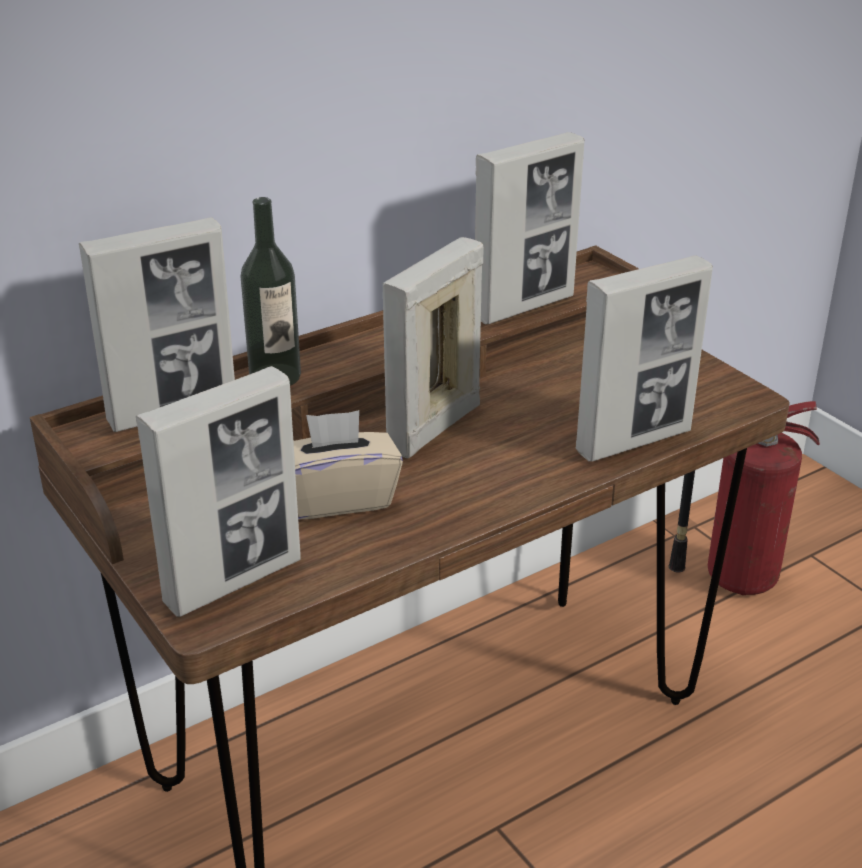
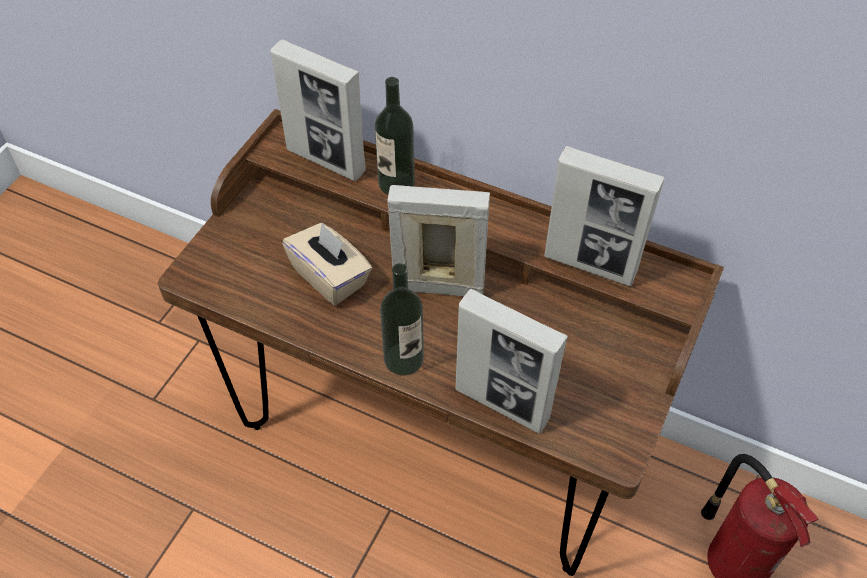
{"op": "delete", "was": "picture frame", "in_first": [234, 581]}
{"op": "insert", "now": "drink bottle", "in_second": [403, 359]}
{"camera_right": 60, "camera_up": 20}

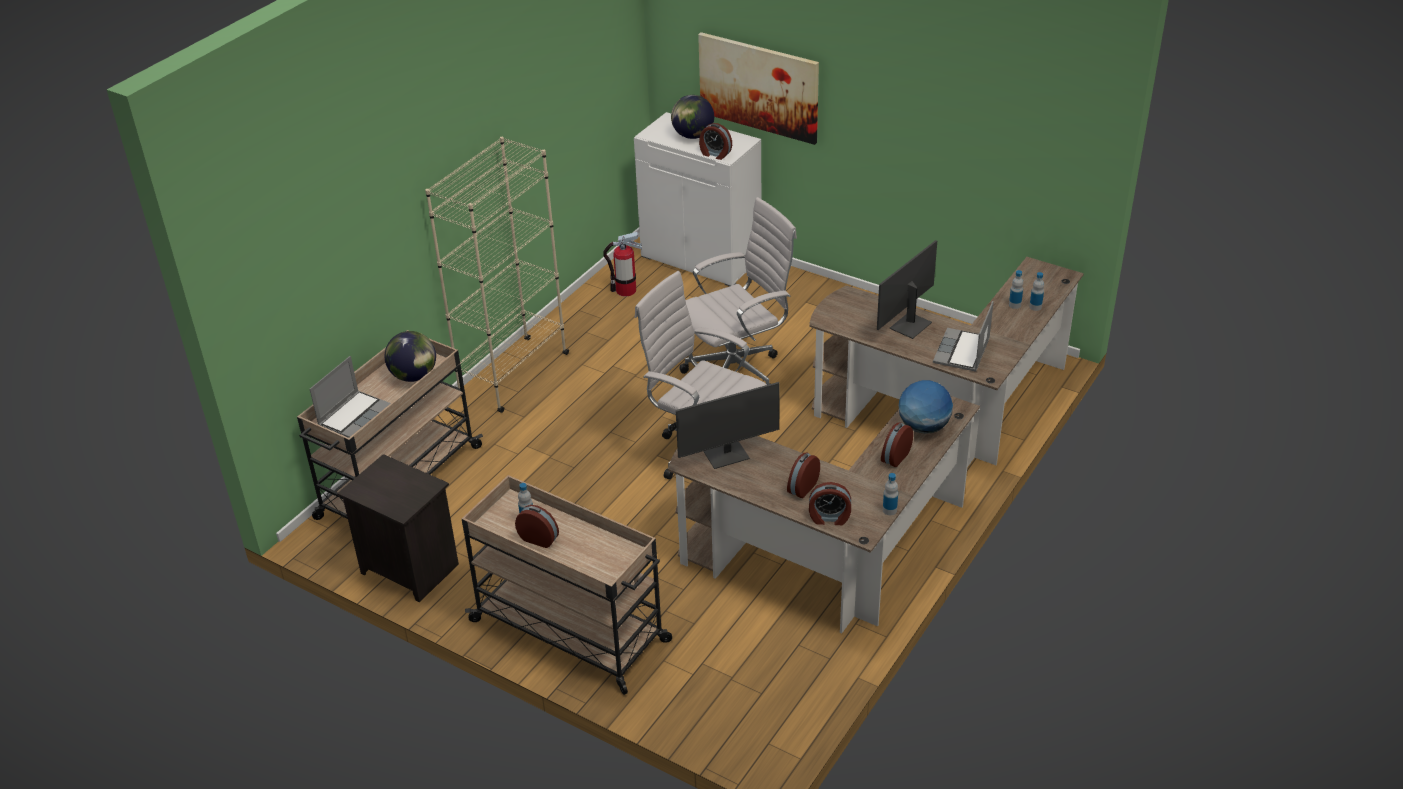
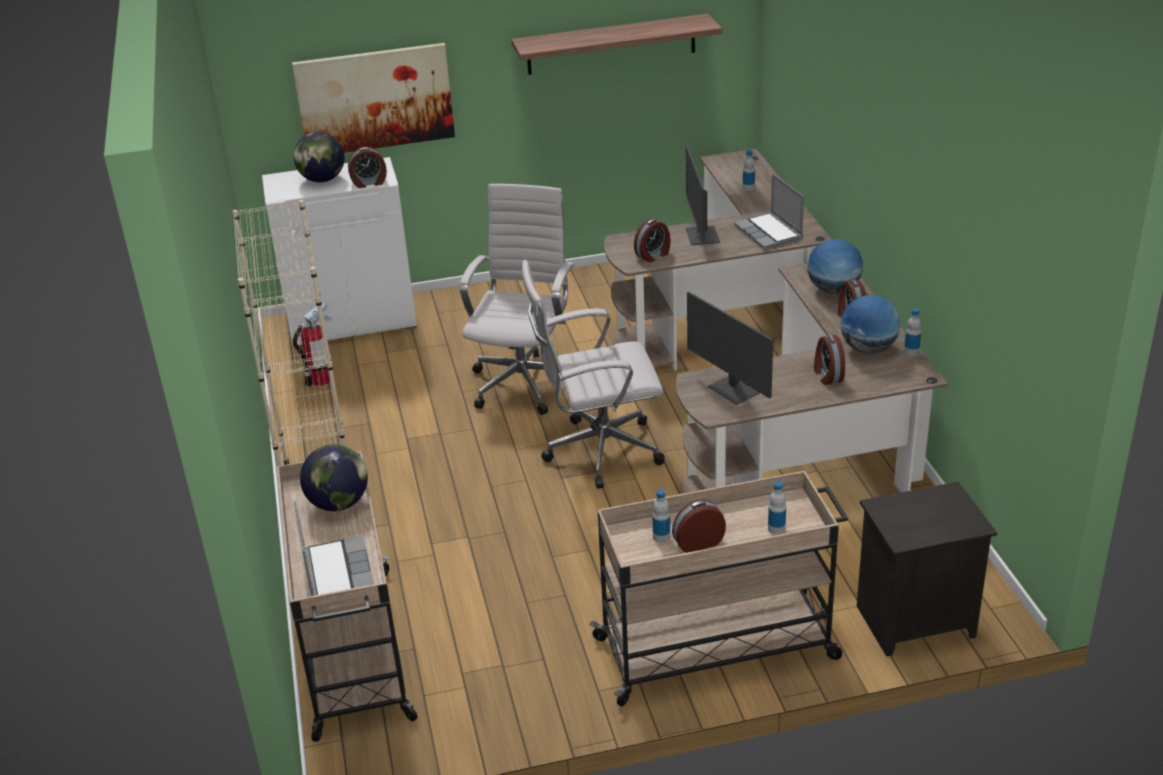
{"op": "move", "was": "nightstand (black-coloured)", "in_first": [407, 569], "in_second": [914, 623]}
{"op": "rotate", "was": "computer screen", "in_first": [727, 455], "in_second": [733, 390], "clockwise": 120}
{"op": "move", "was": "alarm clock", "in_first": [829, 518], "in_second": [653, 255]}
{"op": "move", "was": "drink bottle", "in_first": [1035, 307], "in_second": [776, 529]}
{"op": "insert", "now": "wall shelf", "in_second": [611, 44]}
{"op": "insert", "now": "desk globe", "in_second": [868, 349]}
{"camera_right": -45, "camera_up": -5}

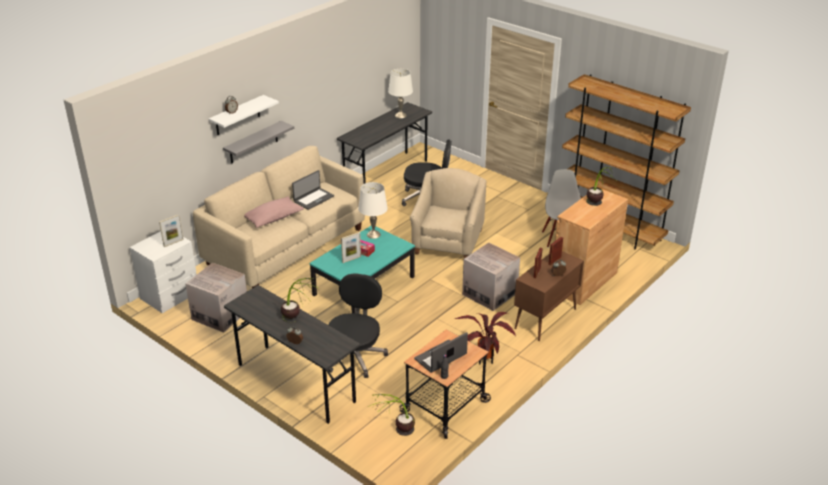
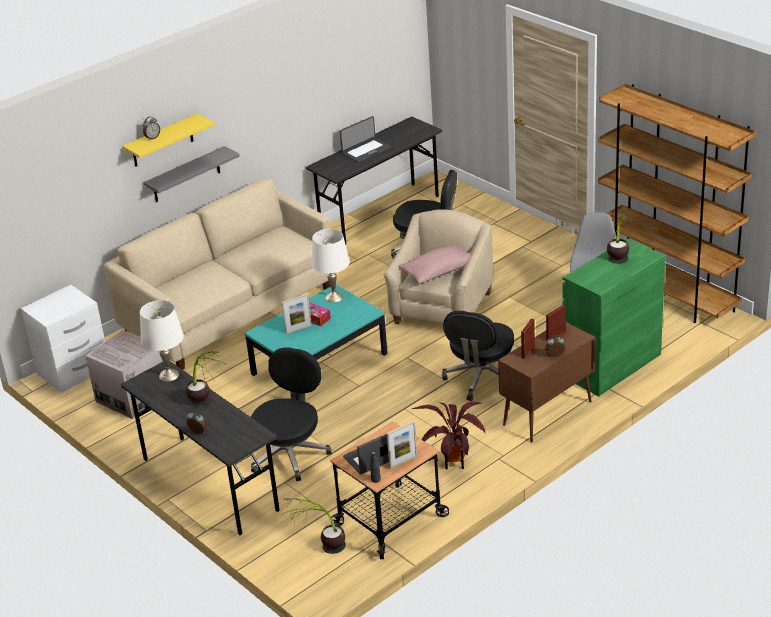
{"op": "move", "was": "picture frame", "in_first": [173, 243], "in_second": [403, 462]}
{"op": "recolor", "was": "wall shelf (whitish)", "now": "wall shelf (yellow)", "in_first": [237, 115], "in_second": [162, 141]}
{"op": "move", "was": "throw pillow (pinkish)", "in_first": [273, 218], "in_second": [439, 272]}
{"op": "move", "was": "laptop", "in_first": [313, 199], "in_second": [366, 151]}
{"op": "move", "was": "table lamp (whitish)", "in_first": [401, 115], "in_second": [169, 375]}
{"op": "replace", "was": "carton", "now": "desk chair (black-coloured)", "in_first": [489, 294], "in_second": [481, 378]}
{"op": "recolor", "was": "cabinet (brownish)", "now": "cabinet (green)", "in_first": [583, 282], "in_second": [612, 365]}
{"camera_right": 10, "camera_up": 0}

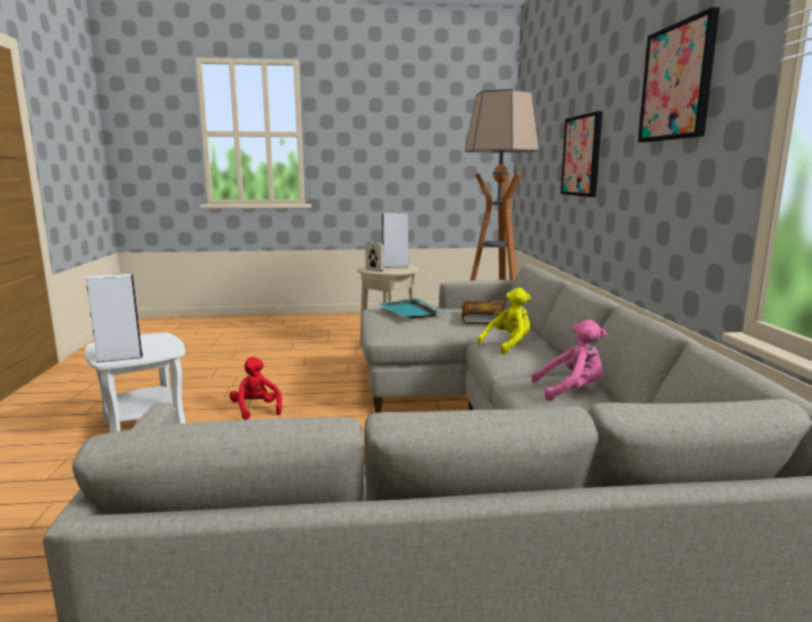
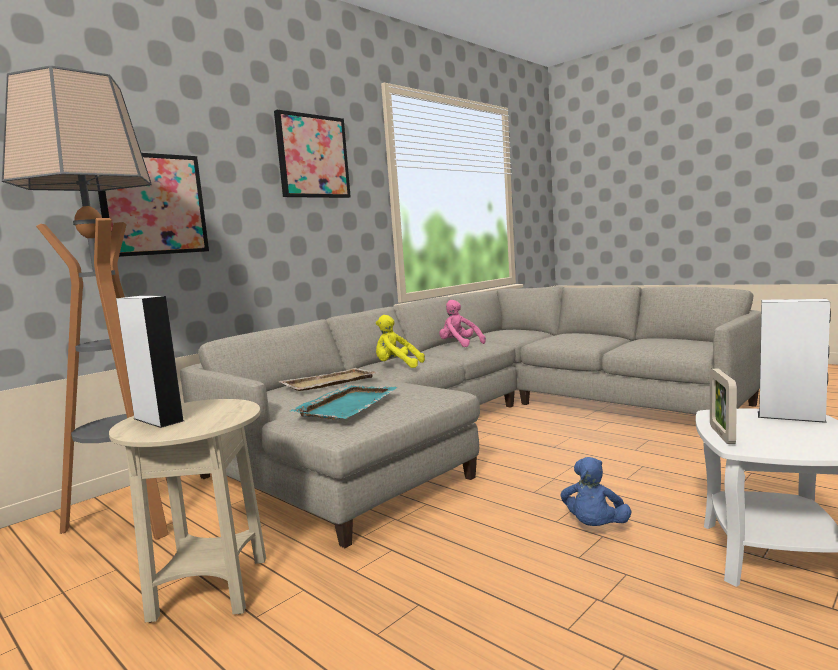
{"op": "recolor", "was": "cuddly toy (red)", "now": "cuddly toy (bluish)", "in_first": [256, 410], "in_second": [594, 527]}
{"op": "move", "was": "picture frame", "in_first": [374, 270], "in_second": [722, 434]}
{"op": "replace", "was": "volume", "now": "tray (beige)", "in_first": [483, 317], "in_second": [328, 382]}
{"camera_right": -130, "camera_up": -5}

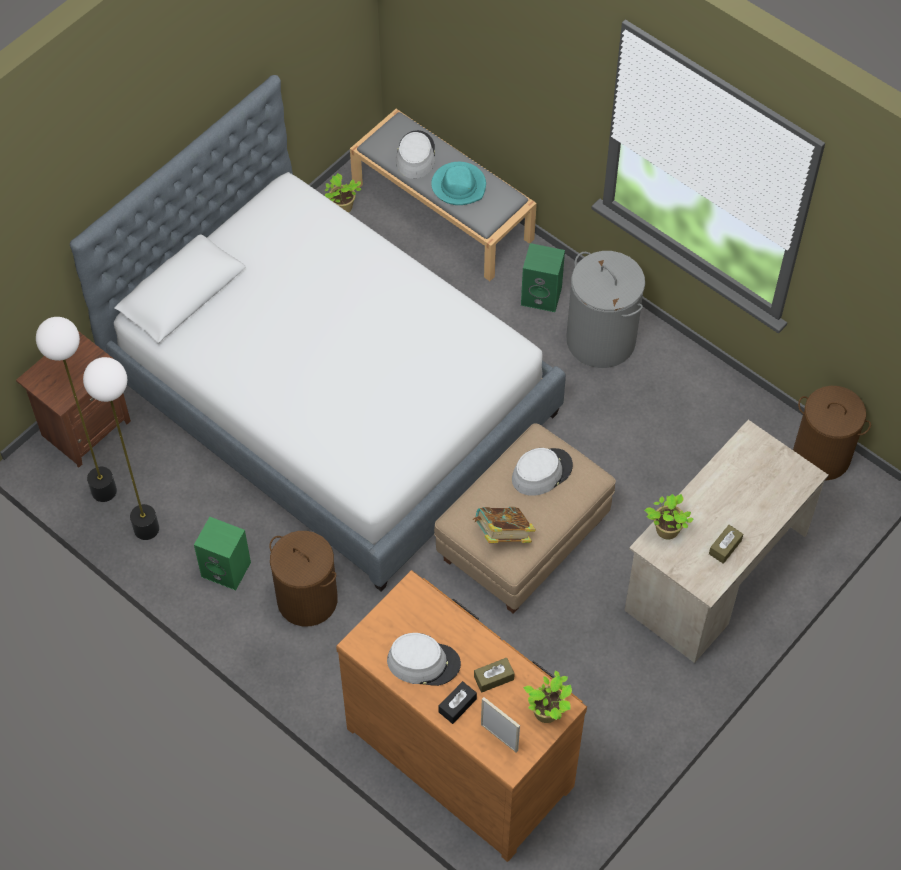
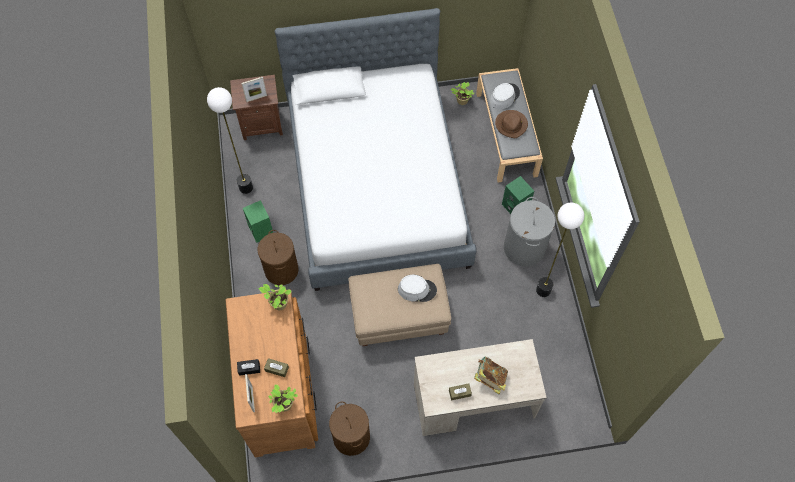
{"op": "move", "was": "floor lamp", "in_first": [104, 491], "in_second": [543, 290]}
{"op": "delete", "was": "hat (grey)", "in_first": [423, 662]}
{"op": "recolor", "was": "hat (blue-green)", "now": "hat (brownish)", "in_first": [459, 186], "in_second": [511, 125]}
{"op": "move", "was": "volume", "in_first": [503, 535], "in_second": [490, 378]}
{"op": "move", "was": "houseplant", "in_first": [665, 531], "in_second": [278, 304]}
{"op": "move", "was": "washing basket (brownish)", "in_first": [820, 456], "in_second": [351, 437]}
{"op": "insert", "now": "picture frame", "in_second": [256, 98]}
{"camera_right": 40, "camera_up": 5}

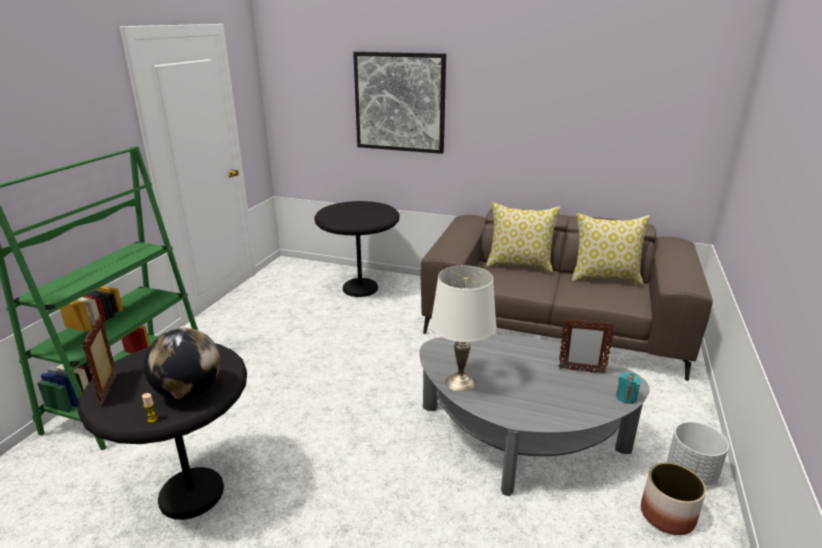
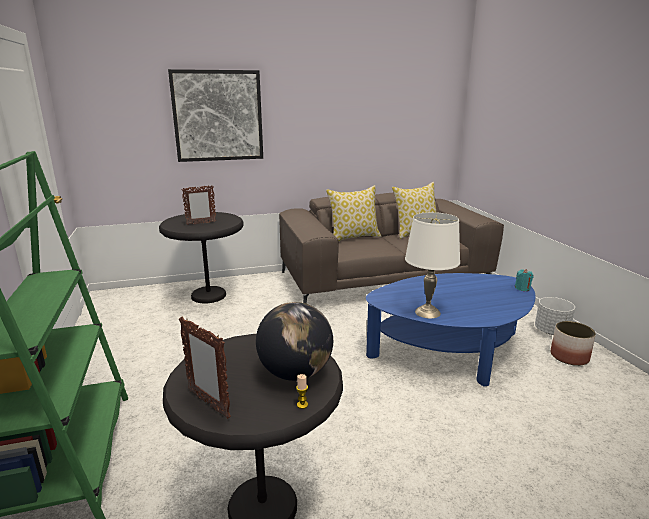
{"op": "recolor", "was": "coffee table (grey)", "now": "coffee table (bluish)", "in_first": [519, 439], "in_second": [450, 351]}
{"op": "move", "was": "picture frame", "in_first": [581, 370], "in_second": [201, 223]}
{"camera_right": -35, "camera_up": -5}

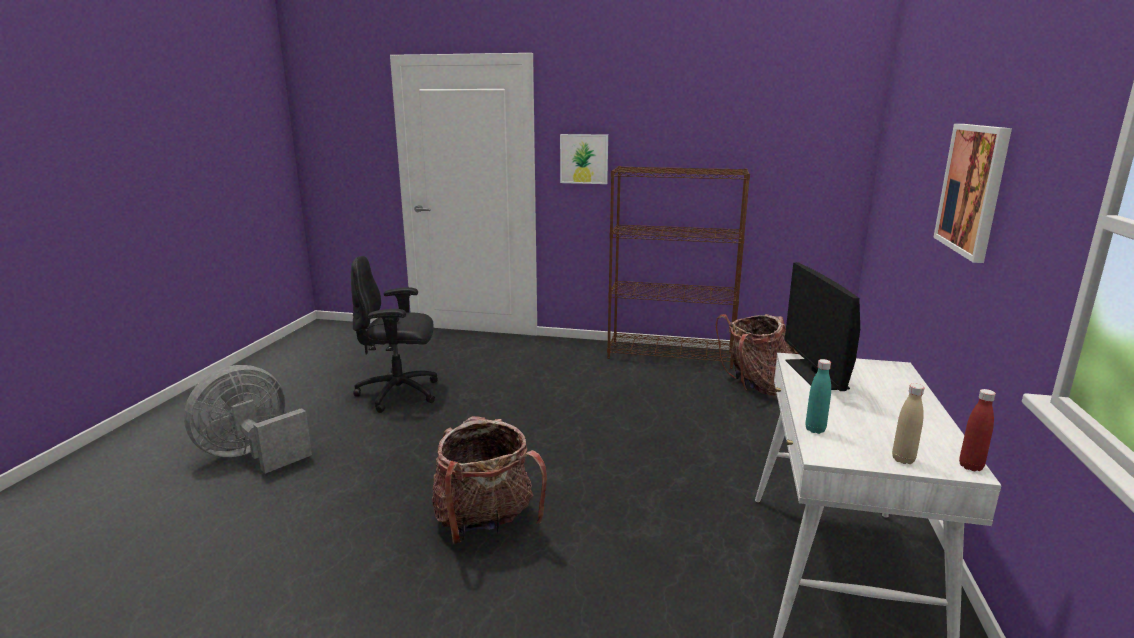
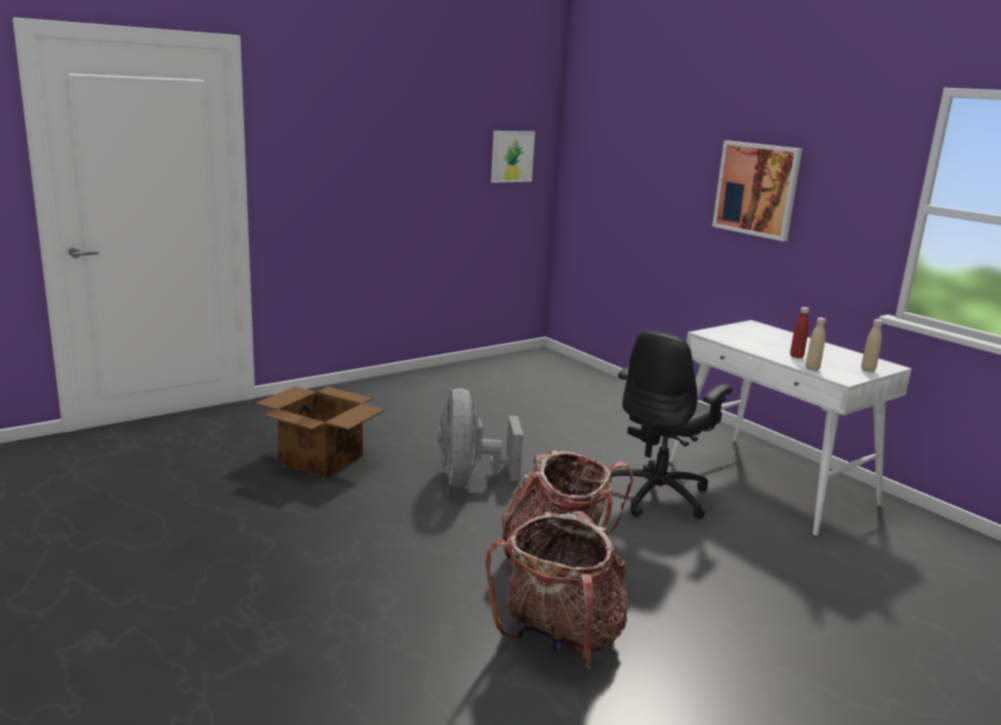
{"op": "move", "was": "electric fan (grey)", "in_first": [253, 455], "in_second": [469, 480]}
{"op": "move", "was": "desk chair (black-coloured)", "in_first": [400, 394], "in_second": [659, 495]}
{"op": "move", "was": "picture", "in_first": [584, 159], "in_second": [512, 156]}
{"op": "delete", "was": "bookcase (brownish)", "in_first": [671, 355]}
{"op": "move", "was": "backpack", "in_first": [758, 386], "in_second": [559, 638]}
{"op": "delete", "was": "computer screen", "in_first": [815, 374]}
{"op": "recolor", "was": "drink bottle (blue-green)", "now": "drink bottle (beige)", "in_first": [815, 429], "in_second": [812, 369]}
{"op": "move", "was": "drink bottle (red)", "in_first": [970, 466], "in_second": [796, 356]}
{"op": "insert", "now": "carton", "in_second": [320, 459]}
{"camera_right": -50, "camera_up": 0}

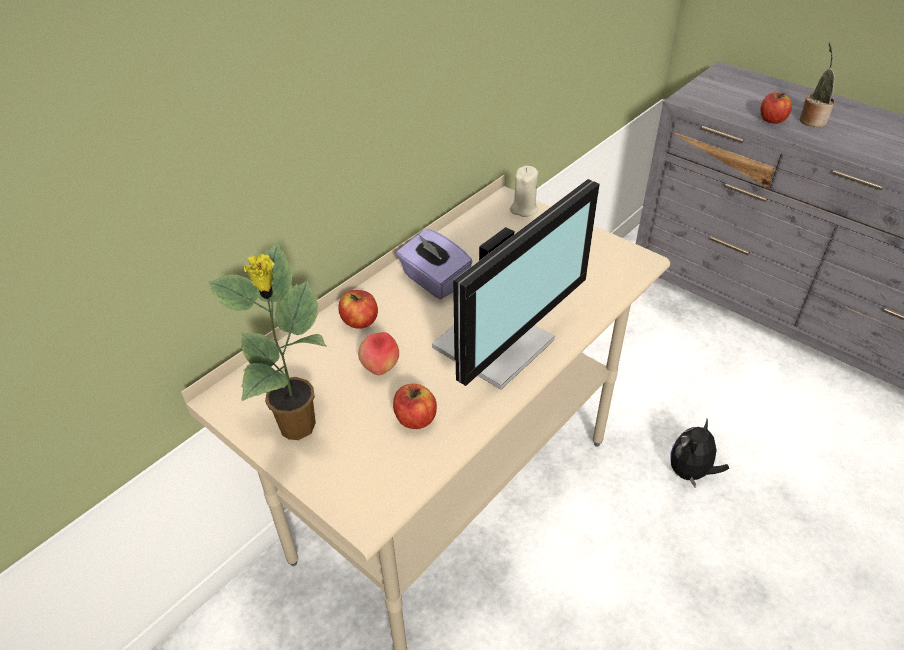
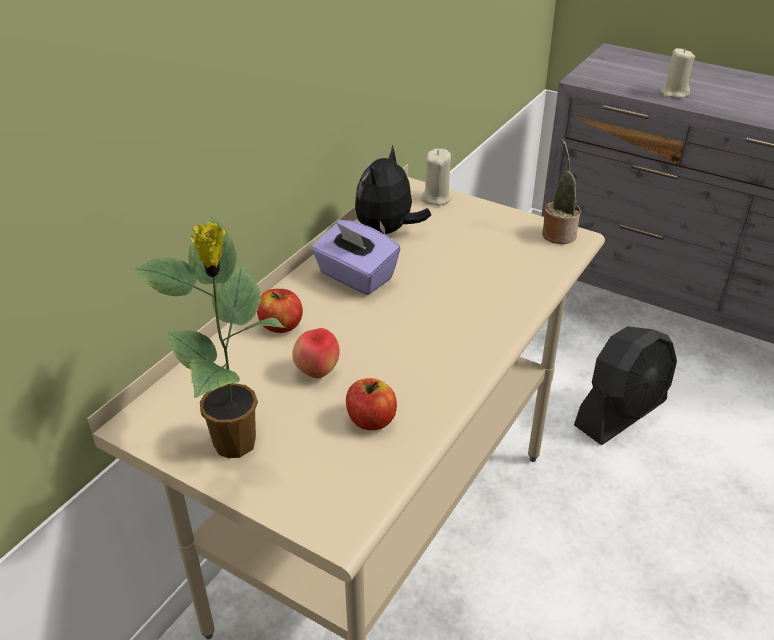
{"op": "delete", "was": "computer screen", "in_first": [498, 345]}
{"op": "move", "was": "cuddly toy", "in_first": [690, 472], "in_second": [387, 231]}
{"op": "replace", "was": "whole apple", "now": "wax candle (beige)", "in_first": [771, 120], "in_second": [674, 93]}
{"op": "move", "was": "houseplant", "in_first": [812, 120], "in_second": [558, 233]}
{"op": "insert", "now": "electric fan (black-coloured)", "in_second": [621, 413]}
{"camera_right": -10, "camera_up": -5}

